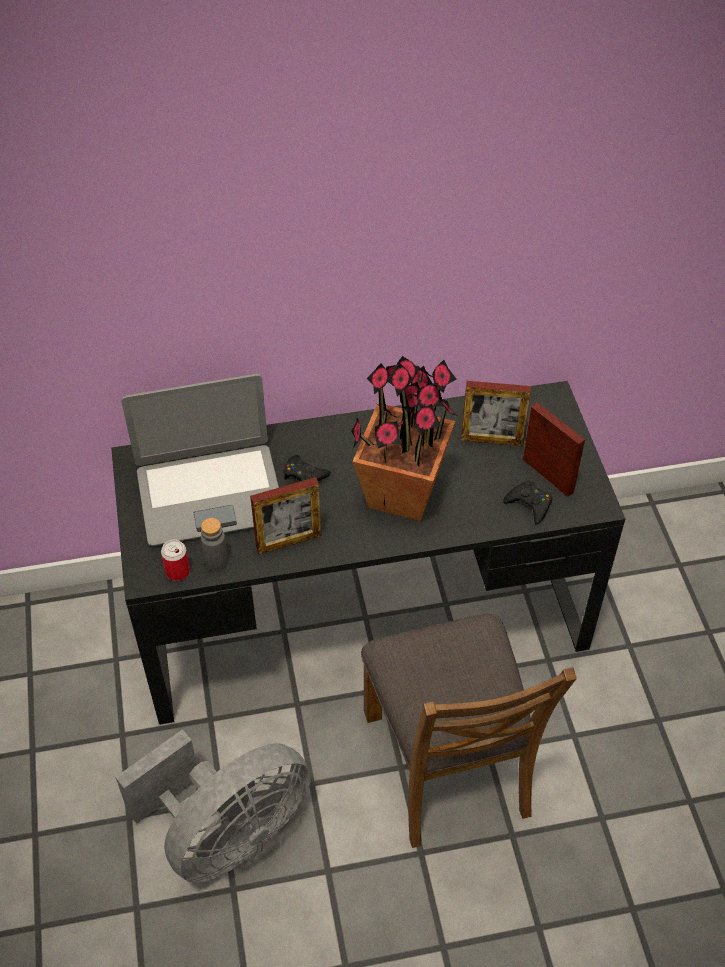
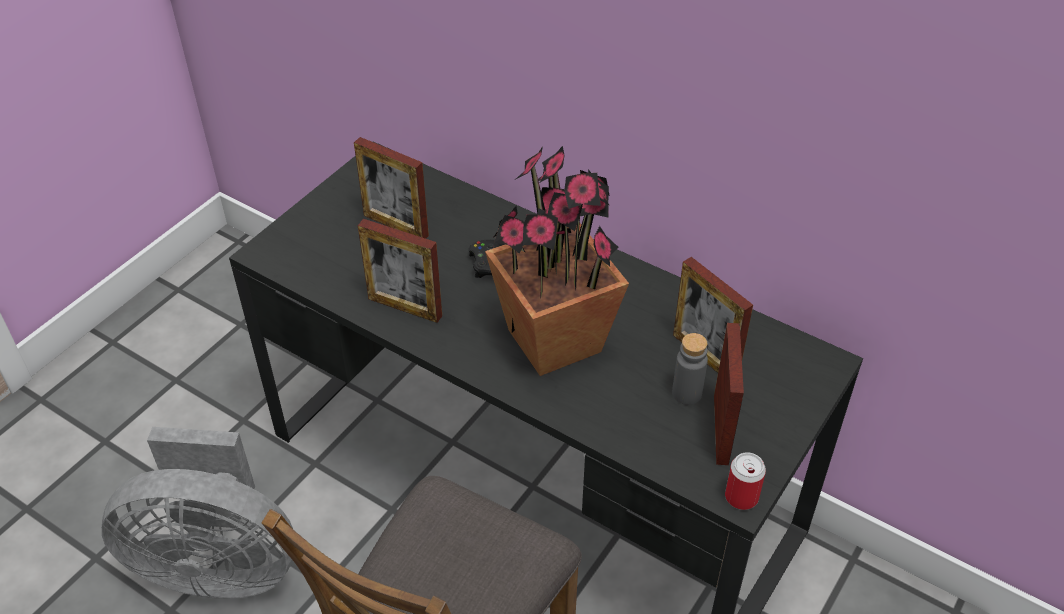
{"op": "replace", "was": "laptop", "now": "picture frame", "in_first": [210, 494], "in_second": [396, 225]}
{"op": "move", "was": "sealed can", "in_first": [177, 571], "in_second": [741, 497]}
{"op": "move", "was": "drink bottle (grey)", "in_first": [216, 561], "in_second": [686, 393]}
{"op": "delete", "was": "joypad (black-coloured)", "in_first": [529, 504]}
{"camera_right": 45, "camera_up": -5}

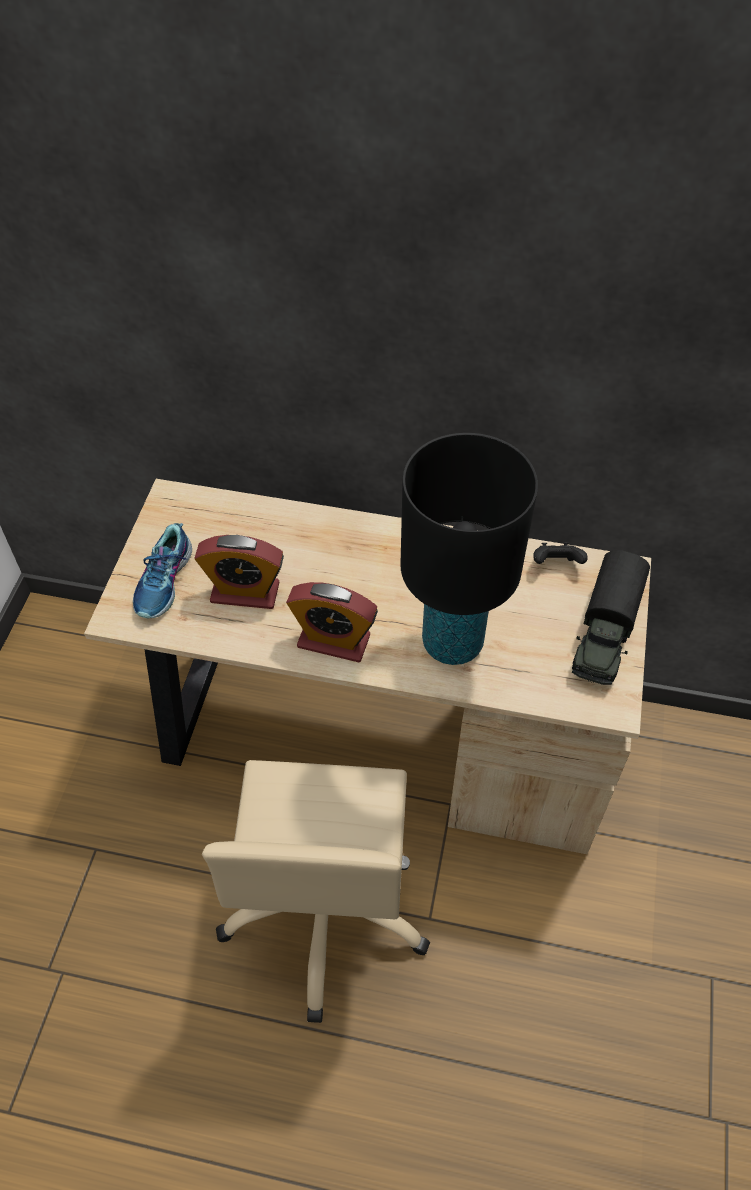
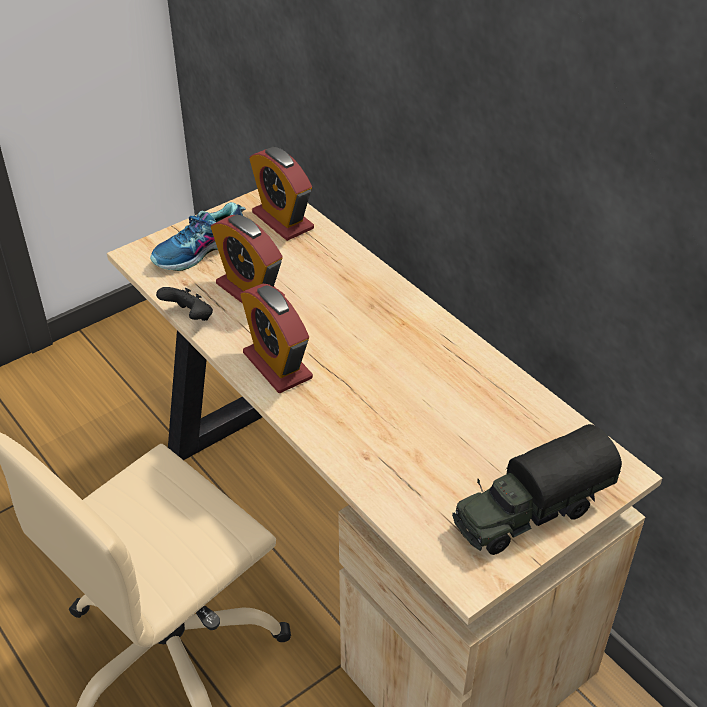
{"op": "delete", "was": "table lamp (black-coloured)", "in_first": [453, 643]}
{"op": "move", "was": "joypad (black-coloured)", "in_first": [556, 564], "in_second": [189, 317]}
{"op": "insert", "now": "alarm clock", "in_second": [283, 221]}
{"camera_right": 40, "camera_up": -10}

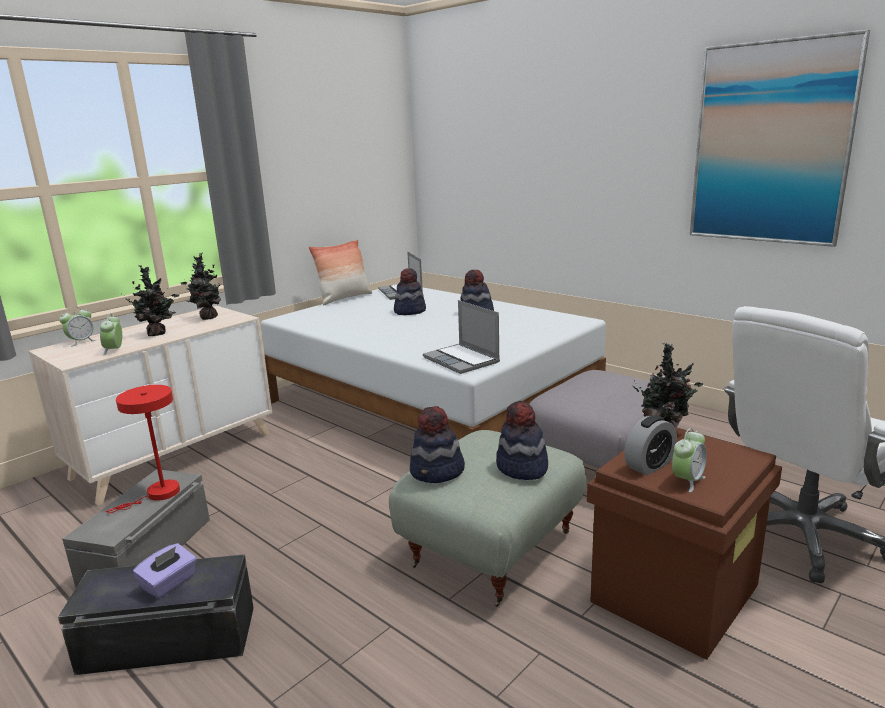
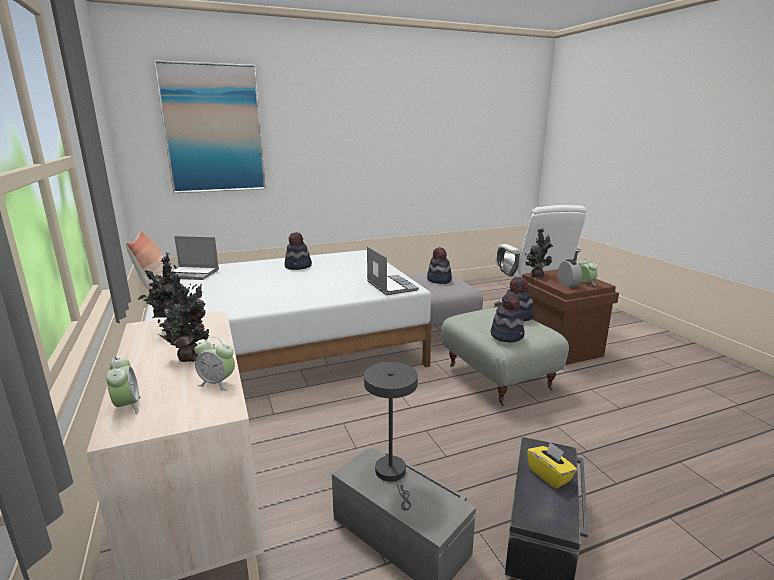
{"op": "recolor", "was": "table lamp (red)", "now": "table lamp (grey)", "in_first": [158, 495], "in_second": [393, 474]}
{"op": "recolor", "was": "tissue holder (purplish)", "now": "tissue holder (yellow)", "in_first": [169, 583], "in_second": [549, 475]}
{"op": "move", "was": "hat", "in_first": [409, 311], "in_second": [439, 280]}
{"op": "rotate", "was": "laptop", "in_first": [462, 360], "in_second": [390, 286], "clockwise": -105}
{"op": "move", "was": "picture", "in_first": [770, 144], "in_second": [213, 129]}
{"camera_right": -65, "camera_up": 0}

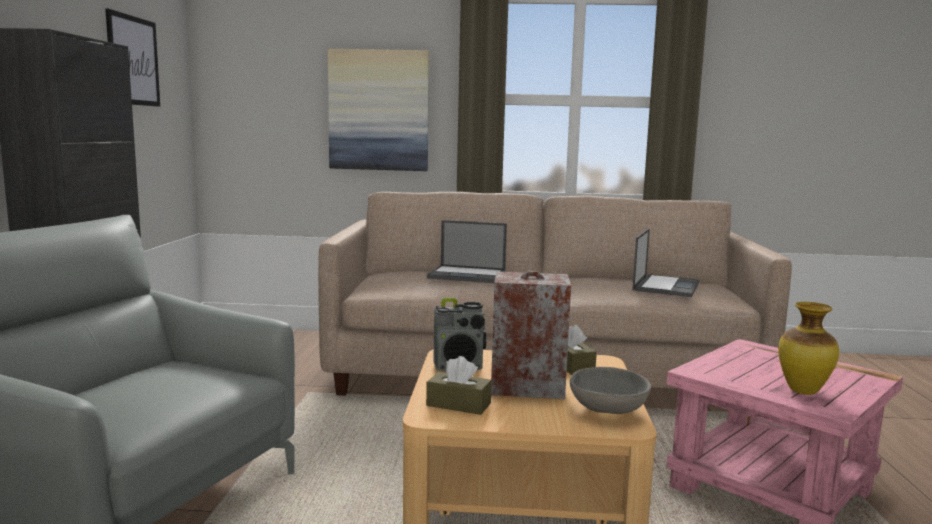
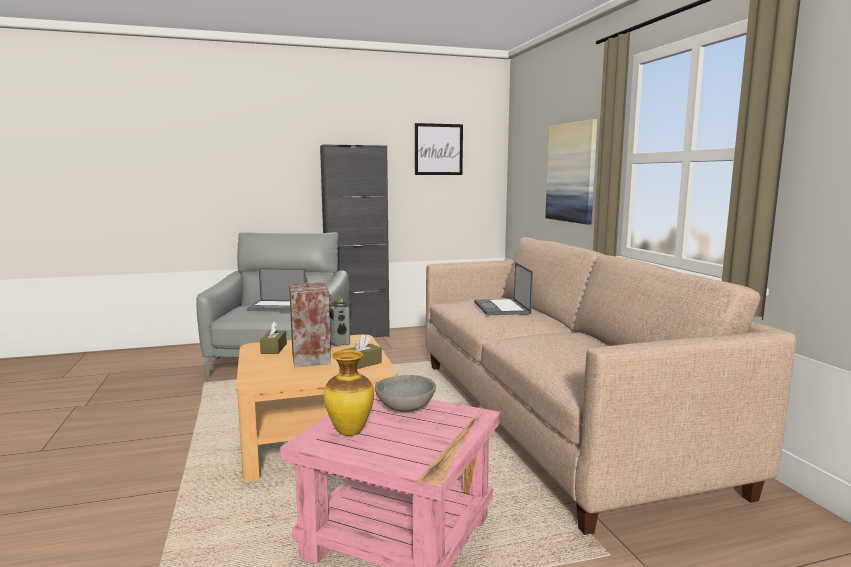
{"op": "move", "was": "deep dish (grey)", "in_first": [607, 410], "in_second": [405, 407]}
{"op": "move", "was": "laptop", "in_first": [666, 286], "in_second": [278, 306]}
{"camera_right": 70, "camera_up": 0}

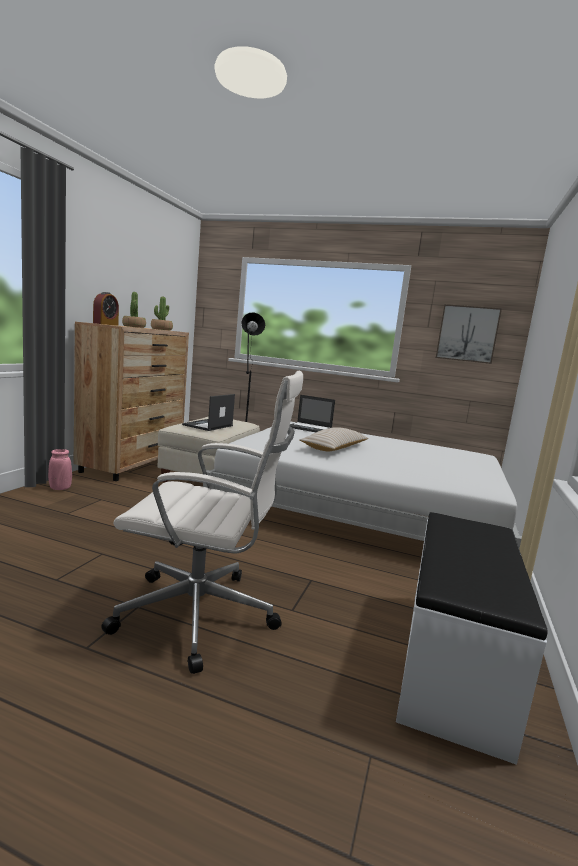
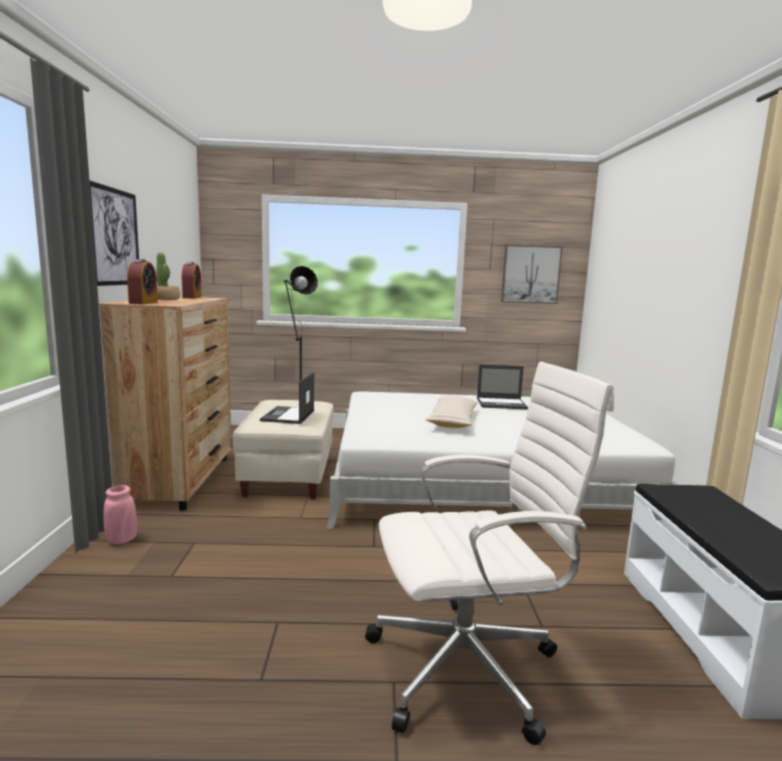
{"op": "replace", "was": "houseplant", "now": "alarm clock", "in_first": [161, 329], "in_second": [192, 297]}
{"op": "move", "was": "laptop", "in_first": [310, 428], "in_second": [502, 404]}
{"op": "insert", "now": "picture", "in_second": [114, 237]}
{"camera_right": -20, "camera_up": 0}

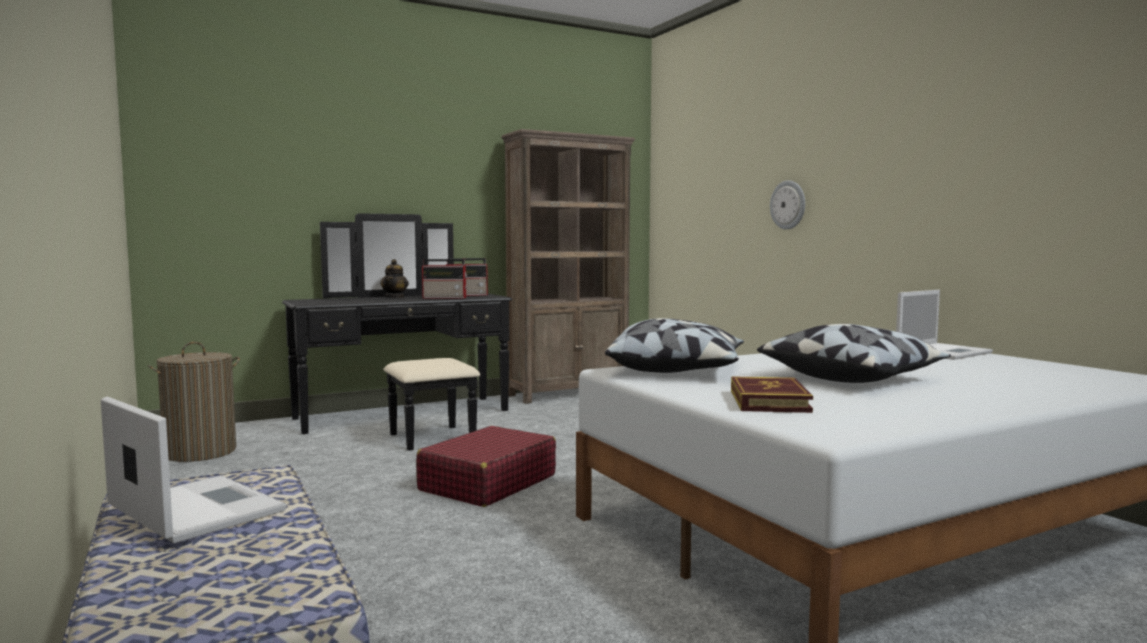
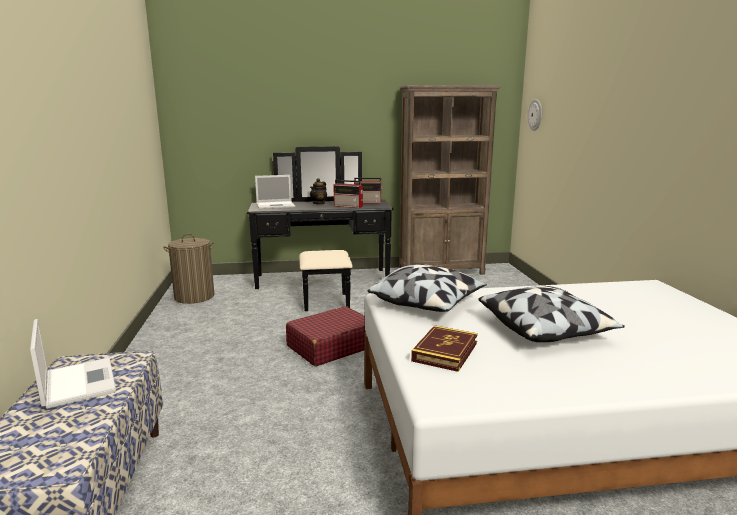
{"op": "move", "was": "clock on the wall", "in_first": [788, 205], "in_second": [535, 114]}
{"op": "move", "was": "laptop", "in_first": [944, 352], "in_second": [276, 205]}
{"camera_right": 20, "camera_up": 10}

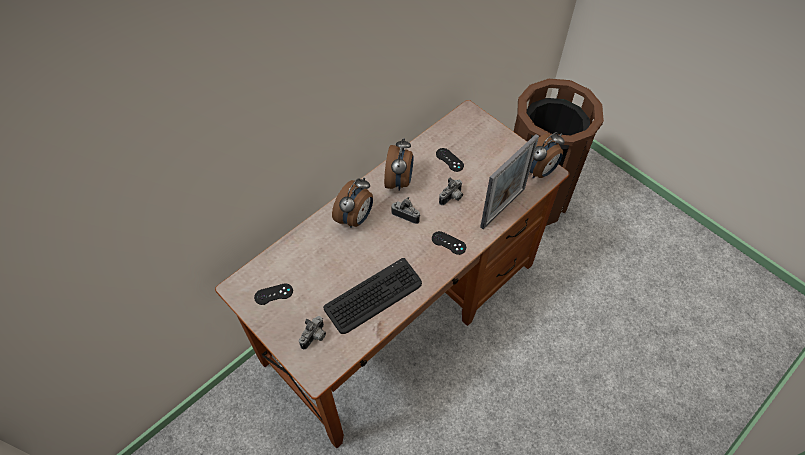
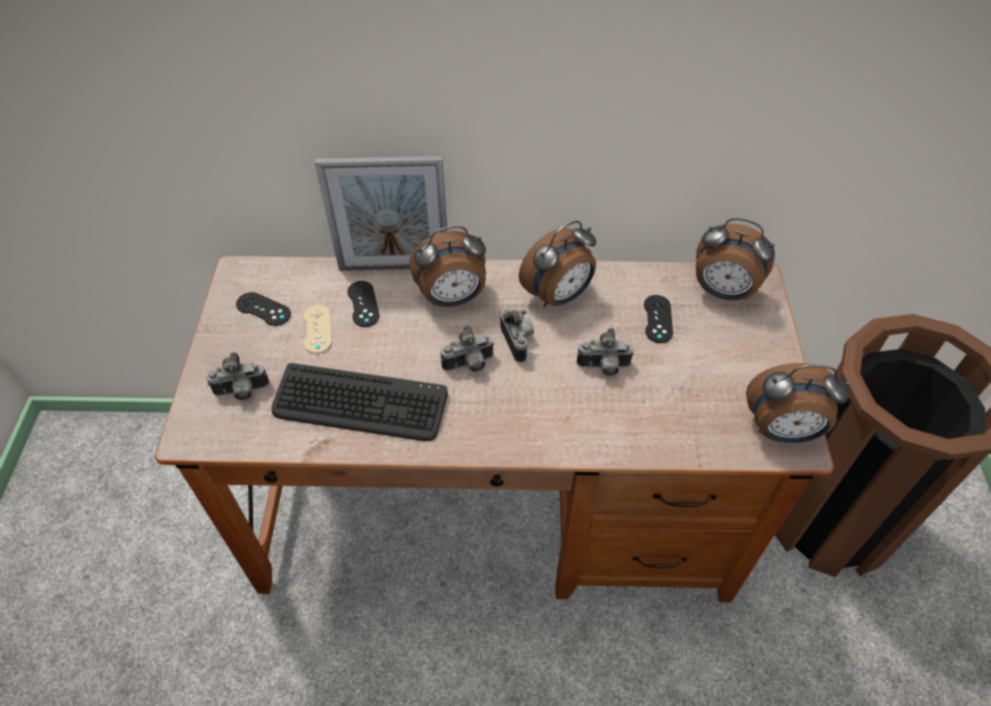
{"op": "move", "was": "joypad (black-coloured)", "in_first": [448, 243], "in_second": [363, 304]}
{"op": "move", "was": "picture frame", "in_first": [503, 207], "in_second": [394, 267]}
{"op": "insert", "now": "joypad (beige)", "in_second": [317, 329]}
{"op": "insert", "now": "still camera", "in_second": [469, 365]}
{"op": "insert", "now": "alarm clock", "in_second": [722, 292]}
{"camera_right": 45, "camera_up": -5}

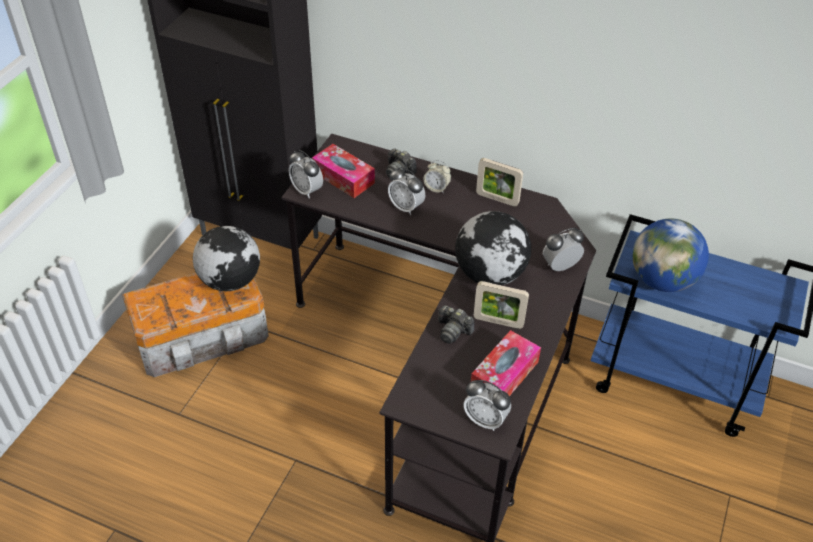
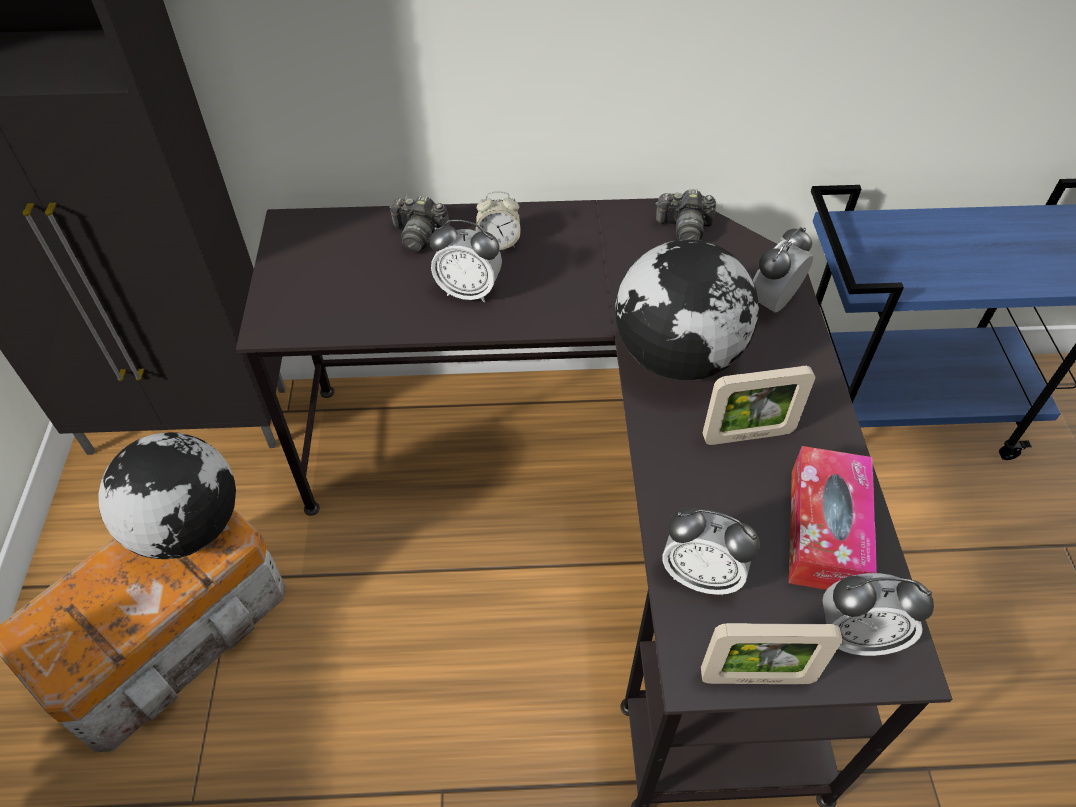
{"op": "move", "was": "alarm clock", "in_first": [307, 190], "in_second": [701, 575]}
{"op": "delete", "was": "tissue holder", "in_first": [343, 178]}
{"op": "move", "was": "still camera", "in_first": [453, 331], "in_second": [684, 228]}
{"op": "move", "was": "picture frame", "in_first": [497, 199], "in_second": [756, 678]}
{"op": "delete", "was": "desk globe", "in_first": [662, 280]}
{"camera_right": -25, "camera_up": 5}

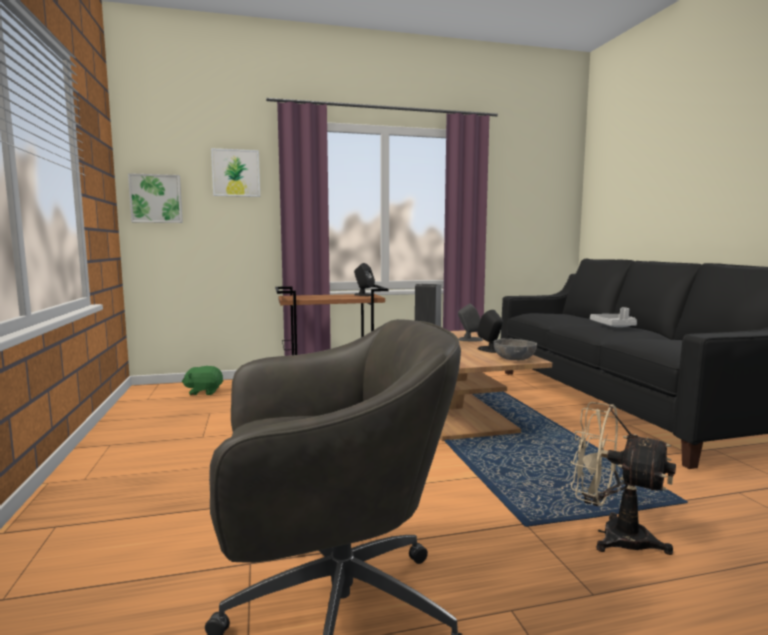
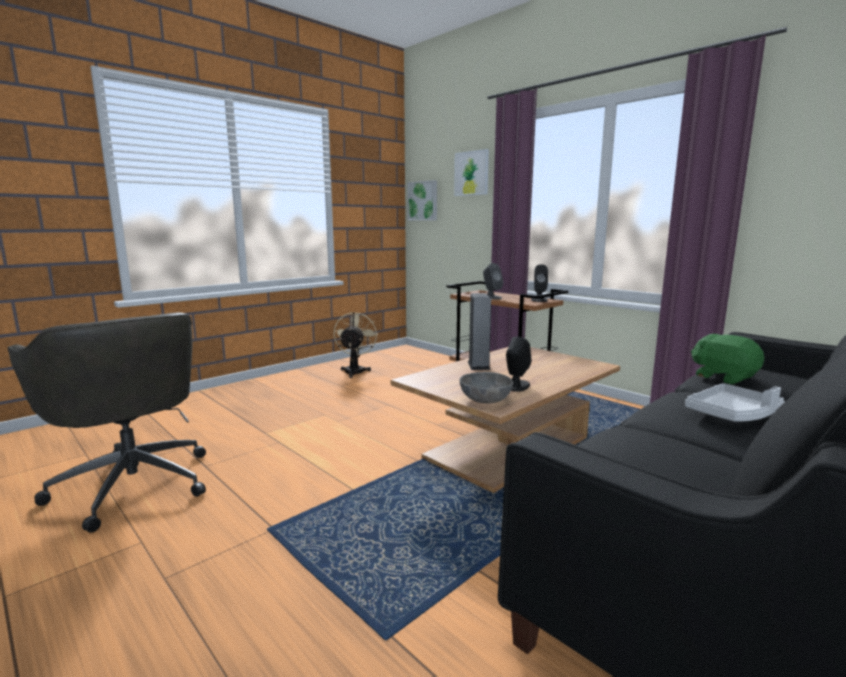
{"op": "move", "was": "cuddly toy (green)", "in_first": [204, 392], "in_second": [723, 377]}
{"op": "move", "was": "loudspeaker (grey)", "in_first": [470, 339], "in_second": [491, 297]}
{"op": "move", "was": "electric fan (beige)", "in_first": [612, 536], "in_second": [355, 370]}
{"camera_right": 60, "camera_up": 5}

